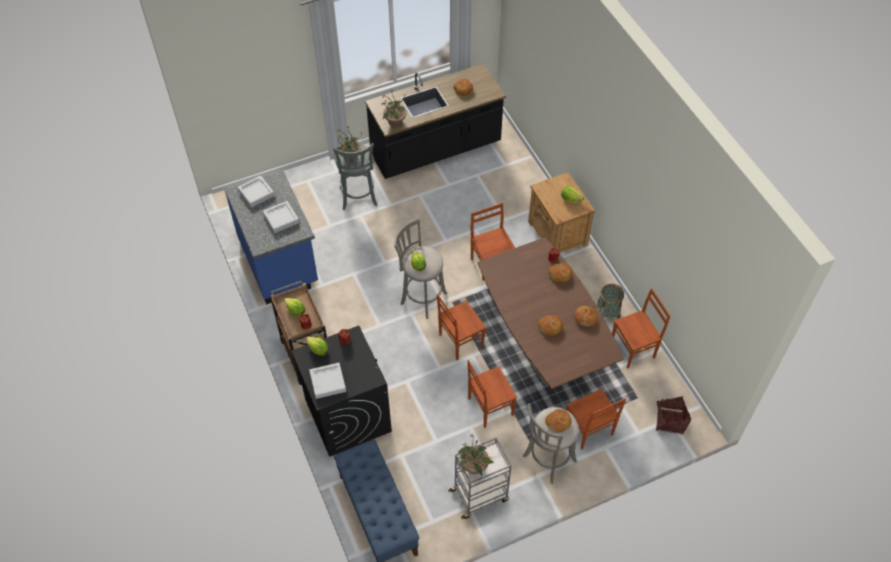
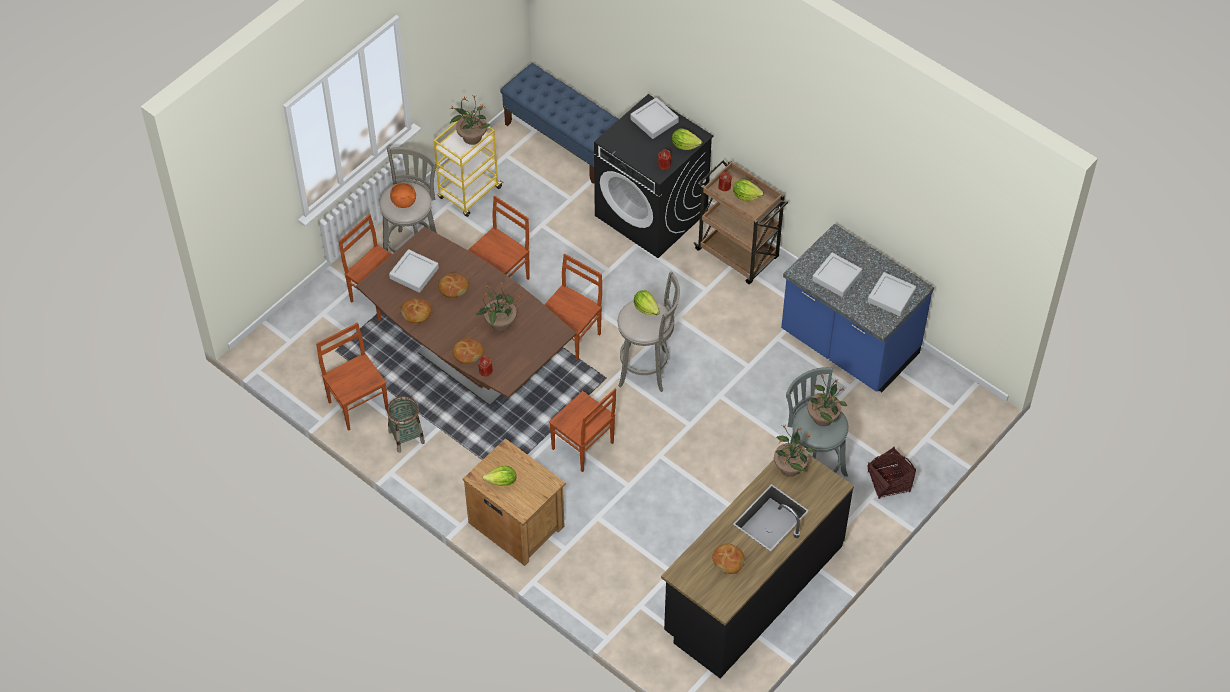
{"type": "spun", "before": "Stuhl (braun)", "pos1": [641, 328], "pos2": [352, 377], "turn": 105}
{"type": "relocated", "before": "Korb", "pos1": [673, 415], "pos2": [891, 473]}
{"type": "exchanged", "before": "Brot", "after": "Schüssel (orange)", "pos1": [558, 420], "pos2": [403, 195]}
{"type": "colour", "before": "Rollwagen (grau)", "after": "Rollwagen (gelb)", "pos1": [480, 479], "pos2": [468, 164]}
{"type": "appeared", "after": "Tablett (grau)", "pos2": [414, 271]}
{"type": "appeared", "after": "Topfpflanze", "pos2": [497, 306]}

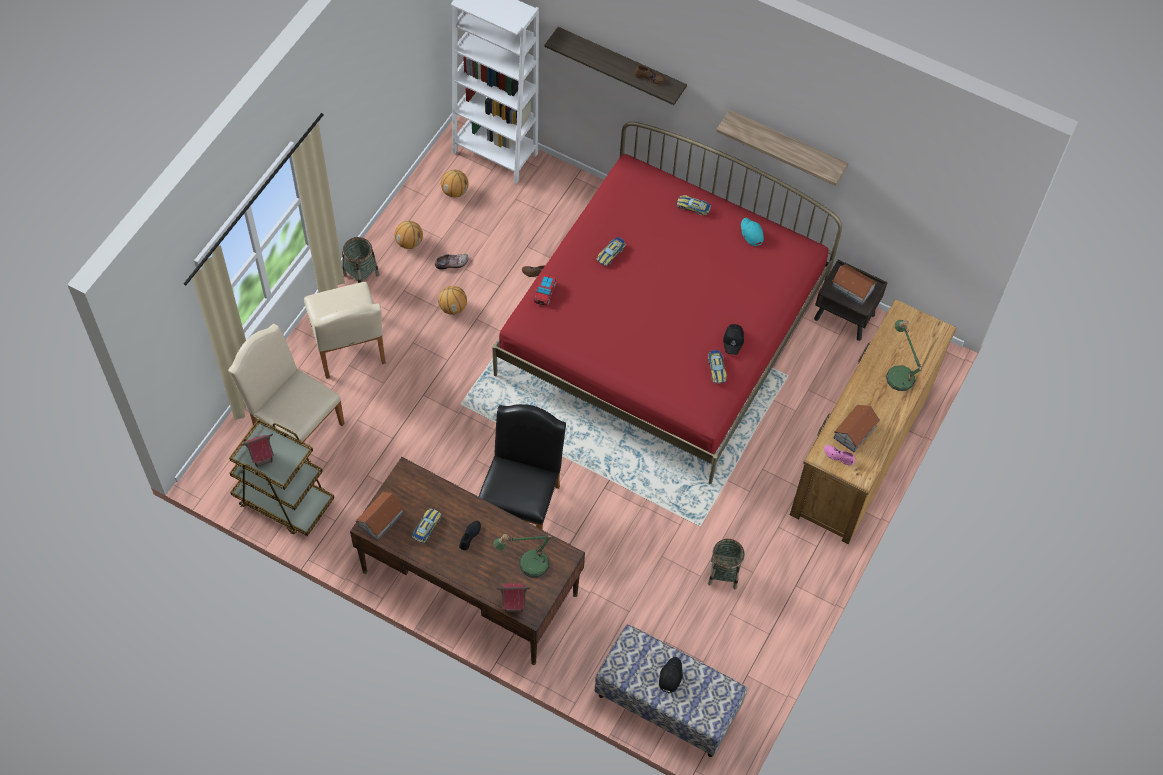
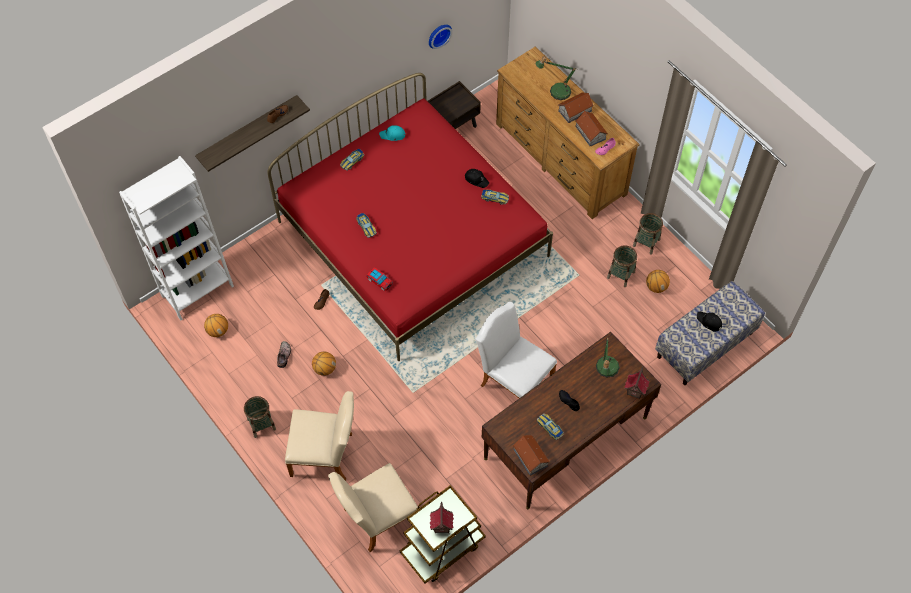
{"type": "missing", "before": "Wandregal", "pos1": [782, 148]}
{"type": "relocated", "before": "Basketball", "pos1": [409, 235], "pos2": [658, 281]}
{"type": "relocated", "before": "Spielzeughaus", "pos1": [854, 284], "pos2": [576, 107]}
{"type": "colour", "before": "Stuhl (schwarz)", "after": "Stuhl (weiß)", "pos1": [522, 467], "pos2": [516, 349]}
{"type": "appeared", "after": "Wanduhr", "pos2": [440, 37]}
{"type": "appeared", "after": "Korb", "pos2": [648, 234]}

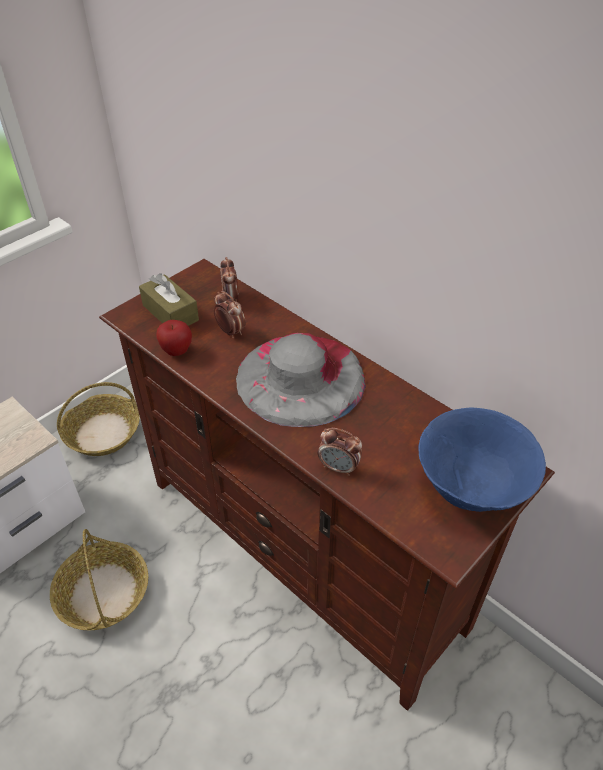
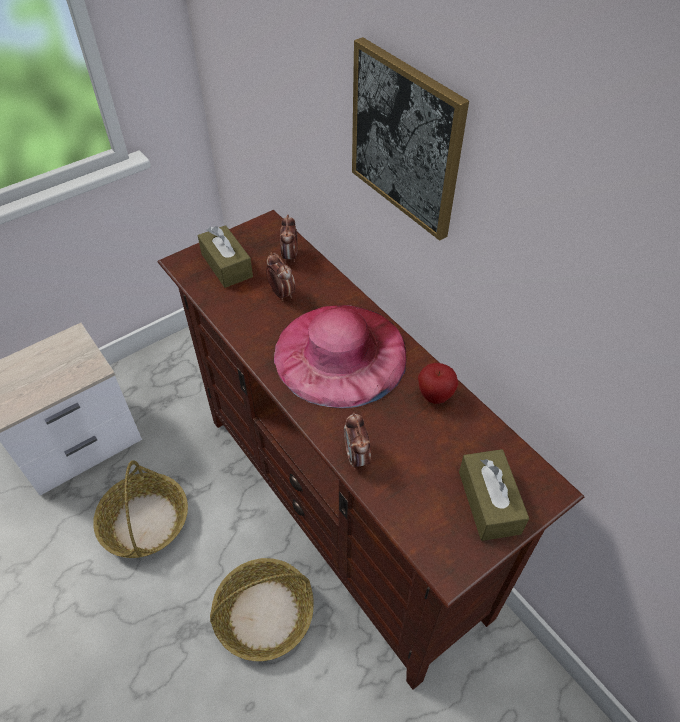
{"type": "relocated", "before": "Apfel", "pos1": [174, 338], "pos2": [438, 383]}
{"type": "colour", "before": "Hut (grau)", "after": "Hut (rosa)", "pos1": [301, 380], "pos2": [340, 356]}
{"type": "relocated", "before": "Korb", "pos1": [98, 419], "pos2": [261, 609]}
{"type": "exchanged", "before": "Schüssel (blau)", "after": "Taschentuchbox (braun)", "pos1": [482, 459], "pos2": [494, 495]}
{"type": "spun", "before": "Wecker", "pos1": [340, 452], "pos2": [357, 441], "turn": 45}
{"type": "appeared", "after": "Bild", "pos2": [410, 139]}

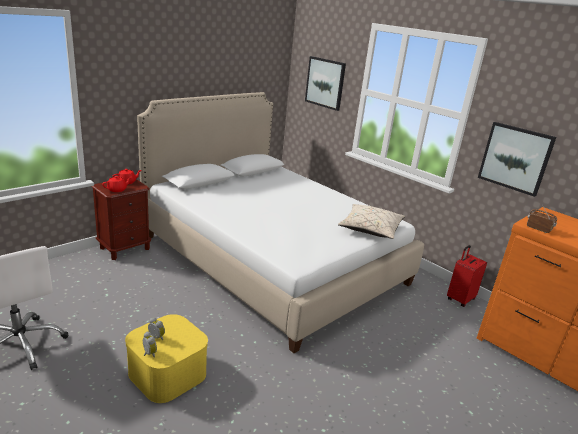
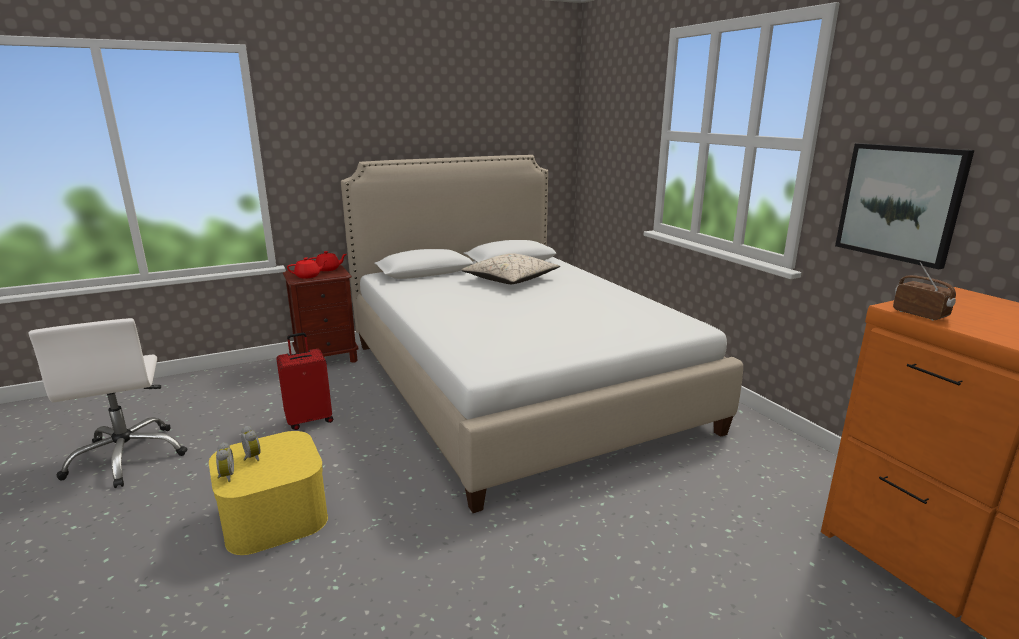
{"type": "missing", "before": "Bild", "pos1": [325, 83]}
{"type": "relocated", "before": "Kissen (beige)", "pos1": [371, 221], "pos2": [510, 268]}
{"type": "relocated", "before": "Koffer (rot)", "pos1": [467, 276], "pos2": [304, 381]}

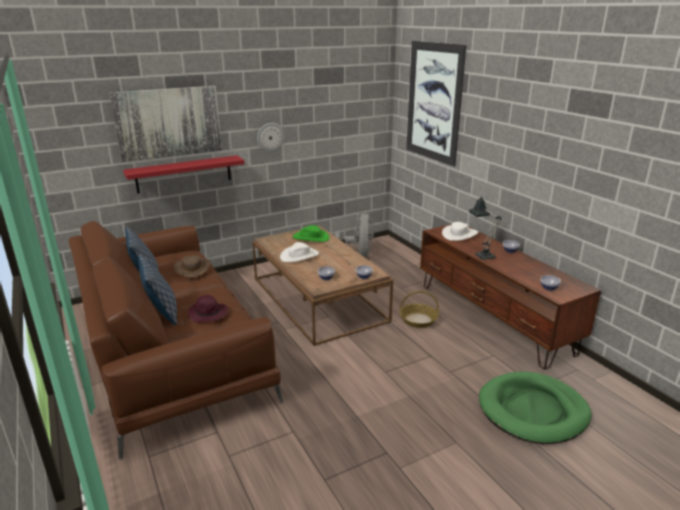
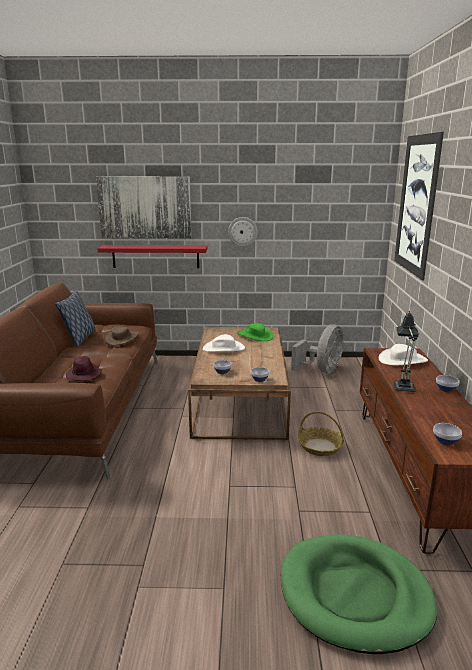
{"type": "missing", "before": "Kissen", "pos1": [157, 290]}

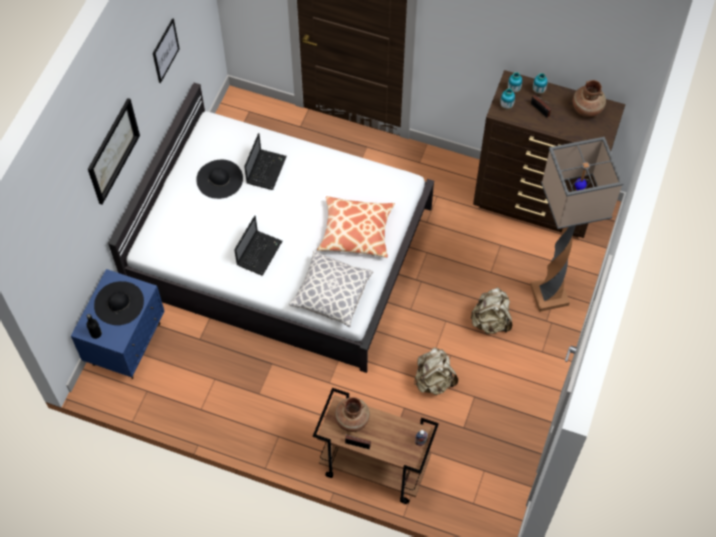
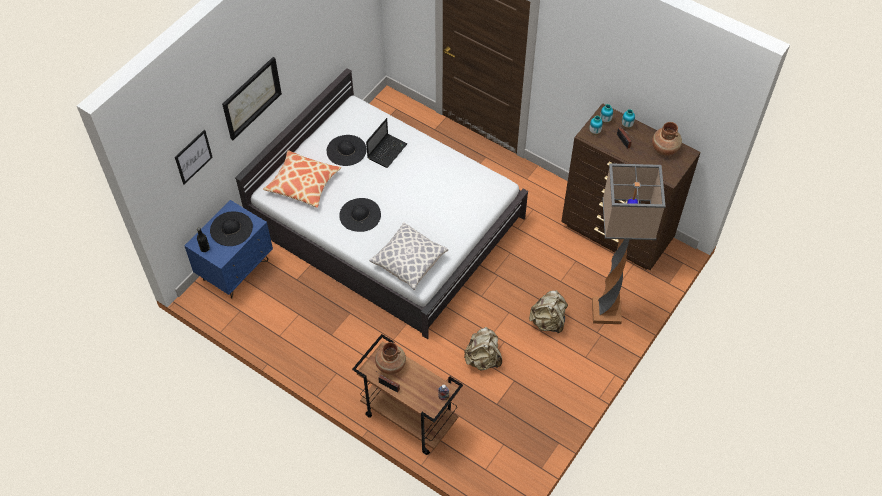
{"type": "relocated", "before": "Bild", "pos1": [166, 50], "pos2": [194, 157]}
{"type": "relocated", "before": "Kissen", "pos1": [356, 227], "pos2": [302, 179]}
{"type": "exchanged", "before": "Laptop", "after": "Hut (schwarz)", "pos1": [258, 245], "pos2": [360, 215]}

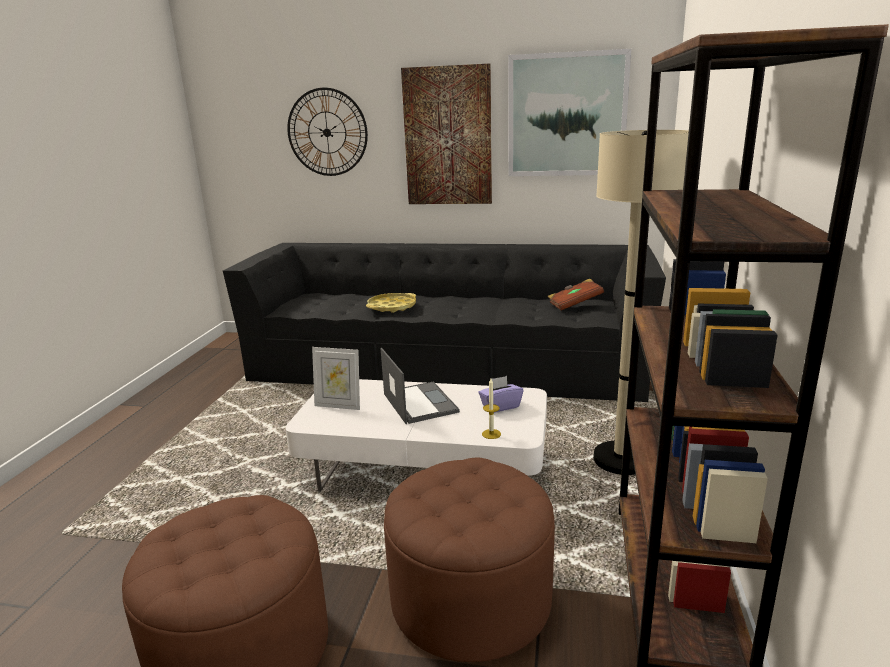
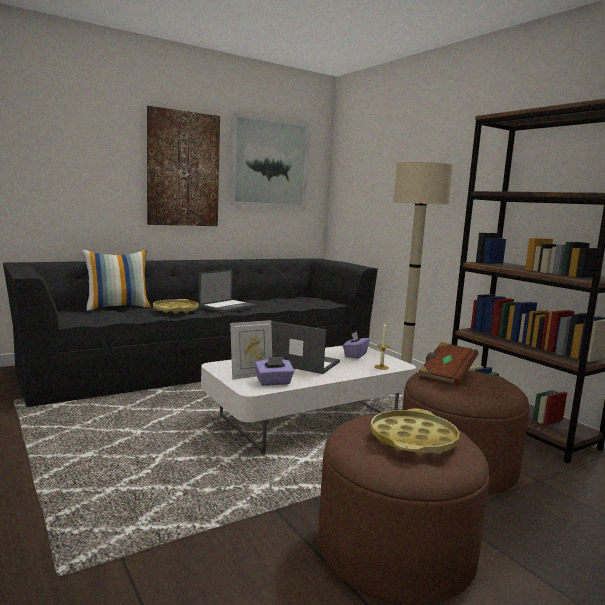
{"type": "missing", "before": "Wanduhr", "pos1": [327, 132]}
{"type": "relocated", "before": "Buch (braun)", "pos1": [576, 294], "pos2": [448, 364]}
{"type": "appeared", "after": "Kissen", "pos2": [116, 280]}
{"type": "appeared", "after": "Laptop", "pos2": [228, 291]}
{"type": "appeared", "after": "Taschentuchbox (lila)", "pos2": [274, 371]}
{"type": "appeared", "after": "Tablett (gelb)", "pos2": [415, 431]}

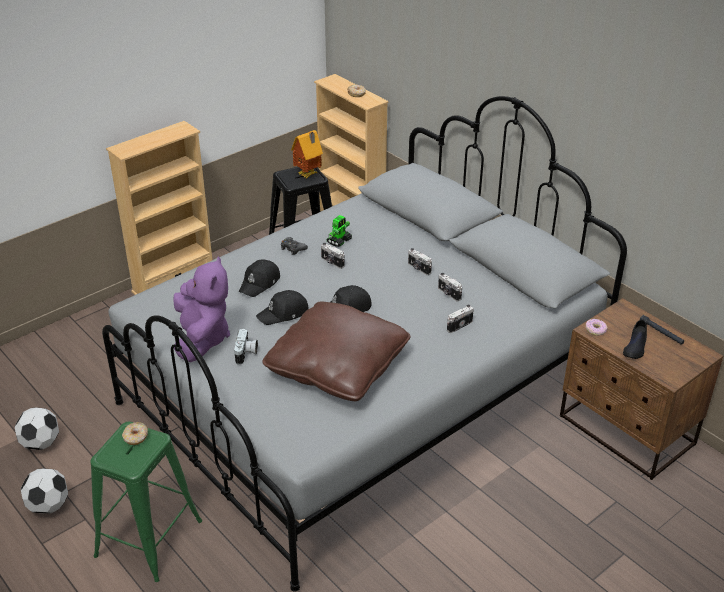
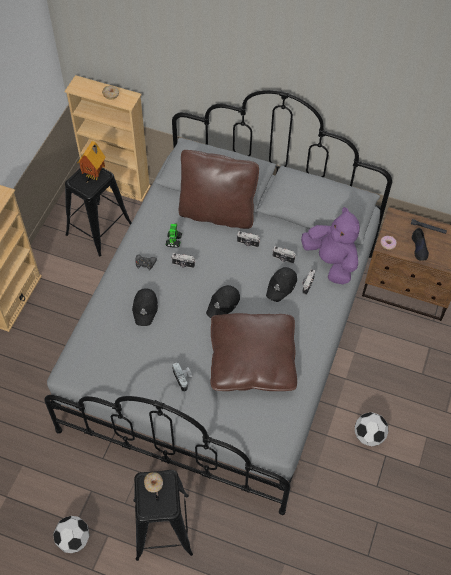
{"type": "relocated", "before": "Plüschtier (lila)", "pos1": [201, 309], "pos2": [330, 245]}
{"type": "relocated", "before": "Kappe (schwarz)", "pos1": [282, 307], "pos2": [281, 284]}
{"type": "relocated", "before": "Fußball", "pos1": [37, 428], "pos2": [371, 429]}
{"type": "colour", "before": "Hocker (grün)", "after": "Hocker (schwarz)", "pos1": [146, 502], "pos2": [163, 515]}
{"type": "appeared", "after": "Kissen (braun)", "pos2": [219, 189]}

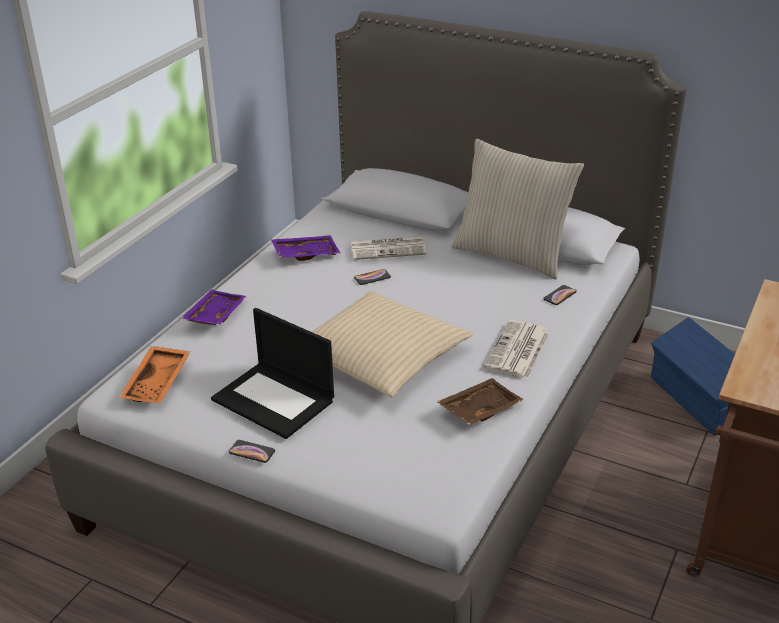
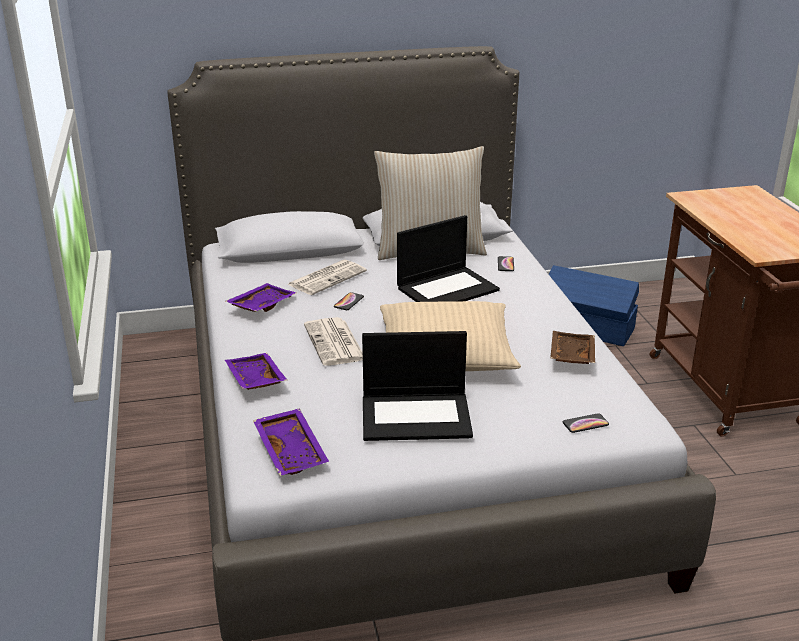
{"type": "relocated", "before": "Zeitung", "pos1": [517, 349], "pos2": [333, 341]}
{"type": "colour", "before": "Tablett (orange)", "after": "Tablett (lila)", "pos1": [154, 374], "pos2": [291, 442]}
{"type": "relocated", "before": "Handy", "pos1": [252, 451], "pos2": [586, 423]}
{"type": "appeared", "after": "Laptop", "pos2": [448, 258]}

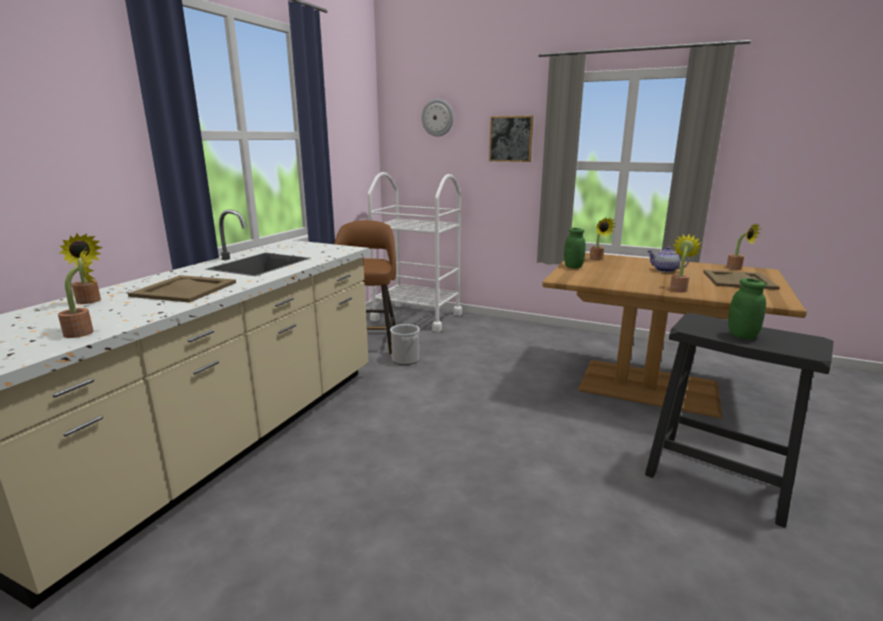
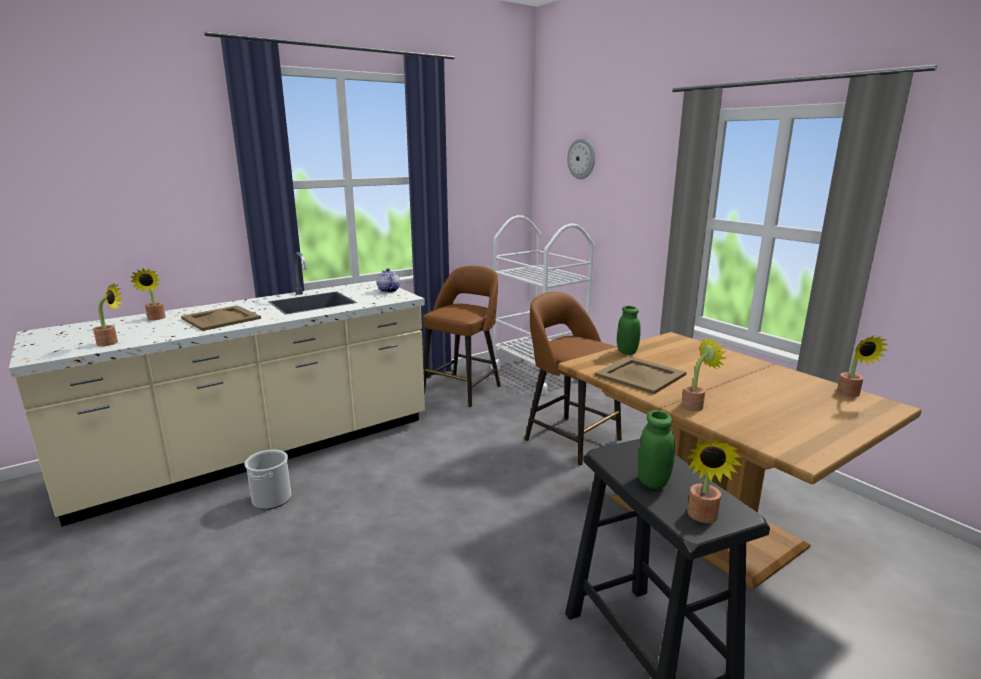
{"type": "missing", "before": "Bild", "pos1": [511, 139]}
{"type": "relocated", "before": "Topfpflanze", "pos1": [602, 238], "pos2": [714, 481]}
{"type": "relocated", "before": "Teekanne", "pos1": [668, 259], "pos2": [388, 280]}
{"type": "relocated", "before": "Tablett (beige)", "pos1": [741, 280], "pos2": [641, 375]}
{"type": "relocated", "before": "Eimer", "pos1": [405, 344], "pos2": [267, 480]}
{"type": "appeared", "after": "Hocker (braun)", "pos2": [573, 379]}

